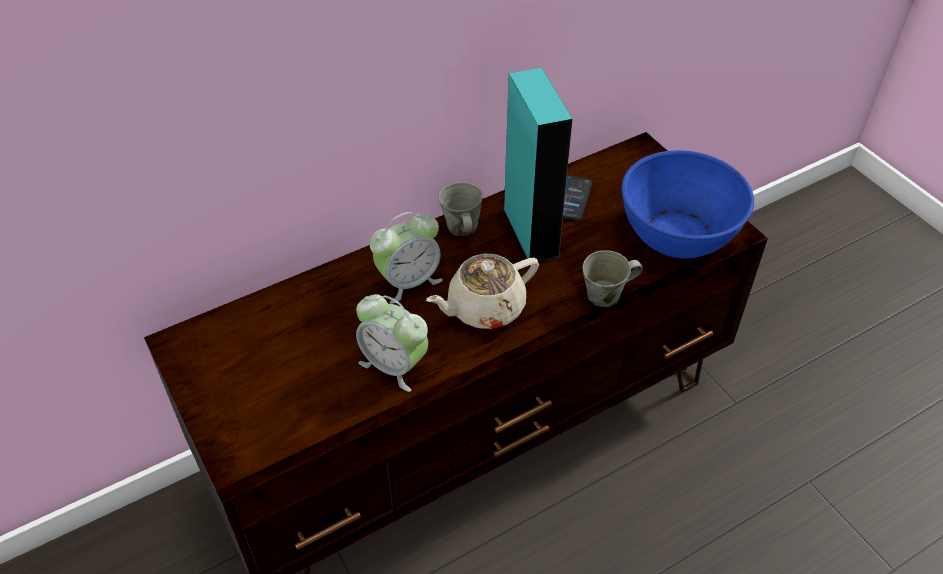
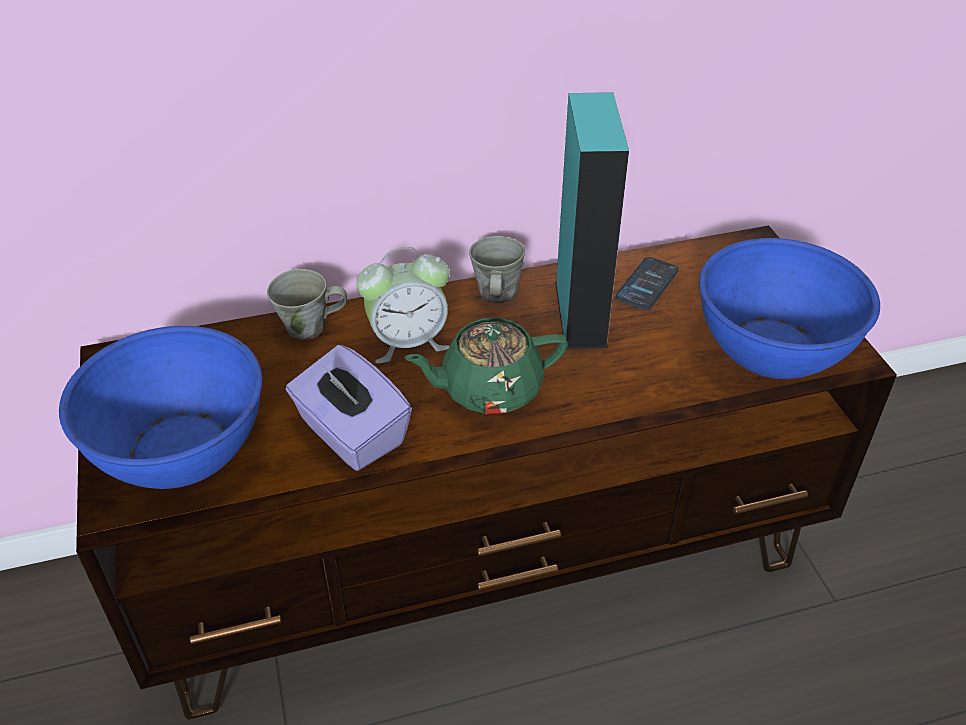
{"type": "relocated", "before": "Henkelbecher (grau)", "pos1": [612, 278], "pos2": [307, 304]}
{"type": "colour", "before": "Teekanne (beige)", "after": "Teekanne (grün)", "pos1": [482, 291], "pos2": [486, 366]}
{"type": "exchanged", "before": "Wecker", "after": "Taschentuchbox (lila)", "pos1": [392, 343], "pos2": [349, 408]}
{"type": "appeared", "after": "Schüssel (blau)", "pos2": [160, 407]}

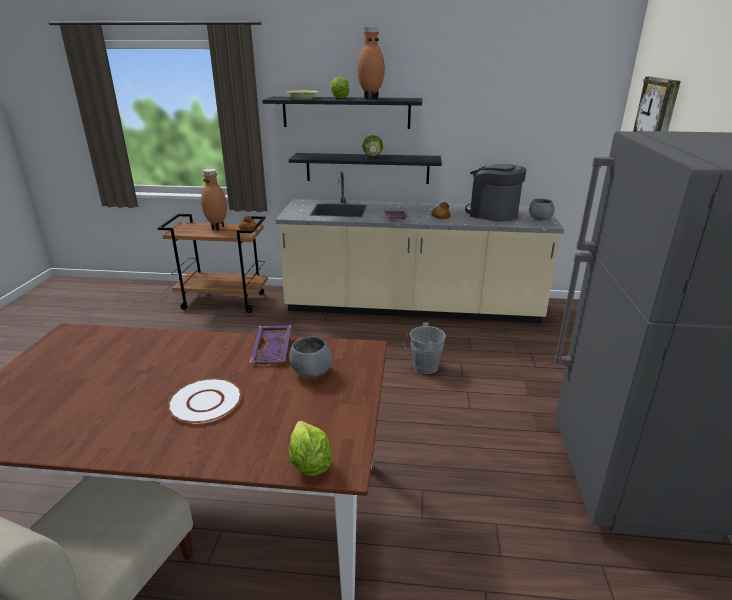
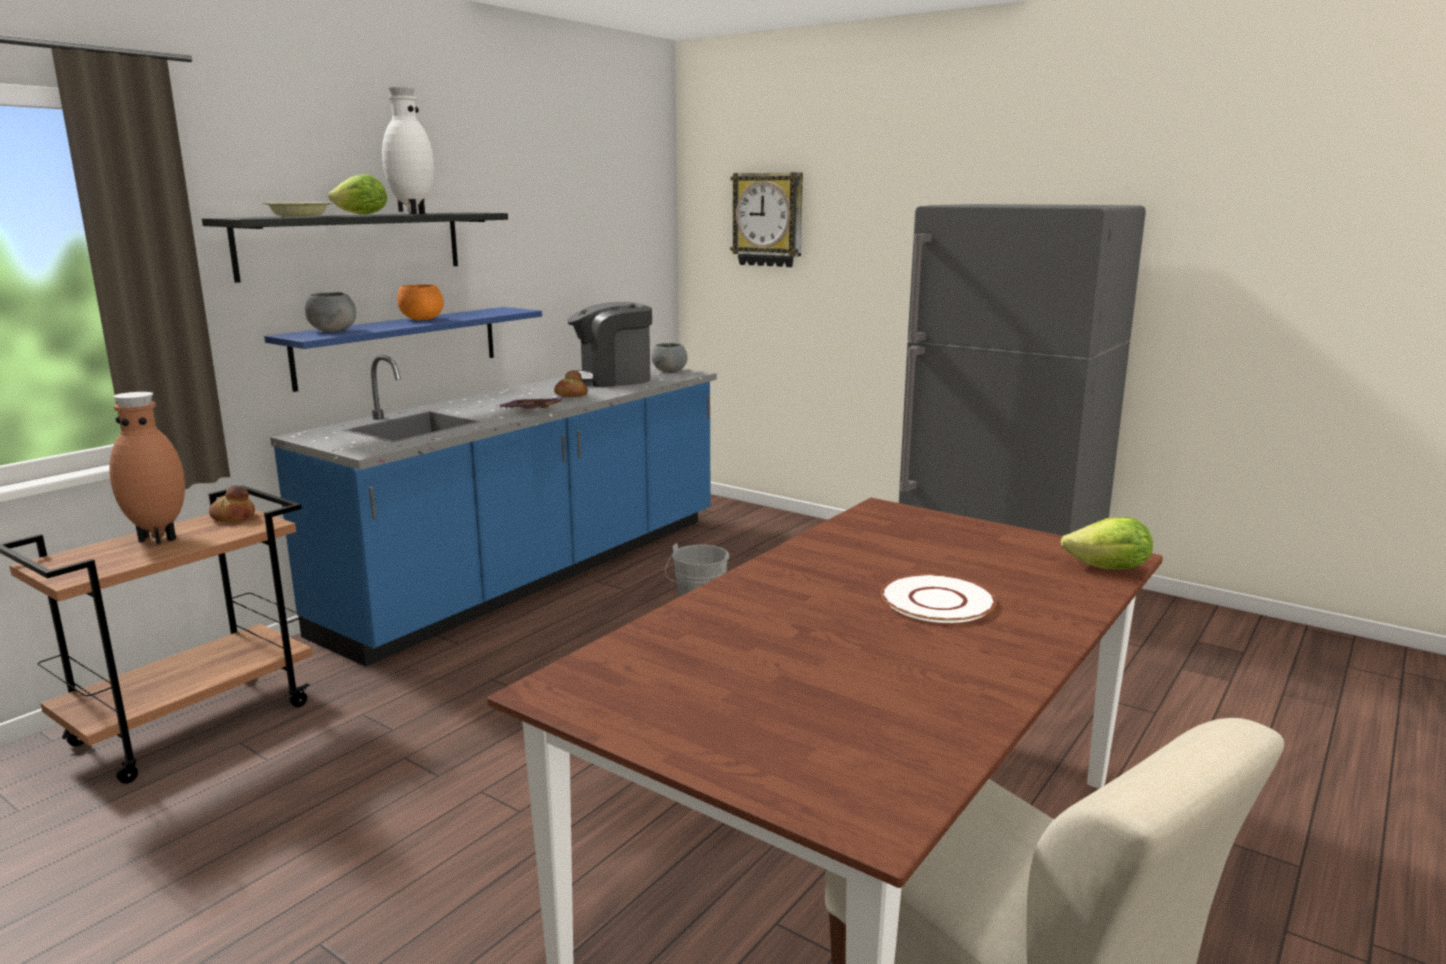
{"type": "colour", "before": "Vase (braun)", "after": "Vase (weiß)", "pos1": [371, 63], "pos2": [408, 150]}
{"type": "exchanged", "before": "Salatkopf", "after": "Schüssel (orange)", "pos1": [372, 146], "pos2": [420, 302]}
{"type": "colour", "before": "Wandregal (schwarz)", "after": "Wandregal (blau)", "pos1": [365, 168], "pos2": [403, 349]}
{"type": "colour", "before": "Küchenzeile (beige)", "after": "Küchenzeile (blau)", "pos1": [419, 247], "pos2": [493, 511]}
{"type": "missing", "before": "Tablett (lila)", "pos1": [270, 344]}
{"type": "relocated", "before": "Schüssel (grau)", "pos1": [310, 356], "pos2": [330, 312]}

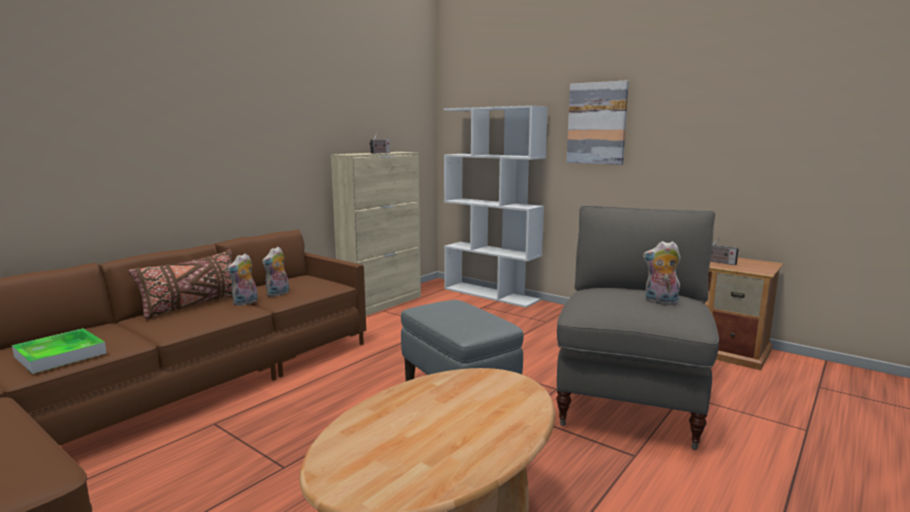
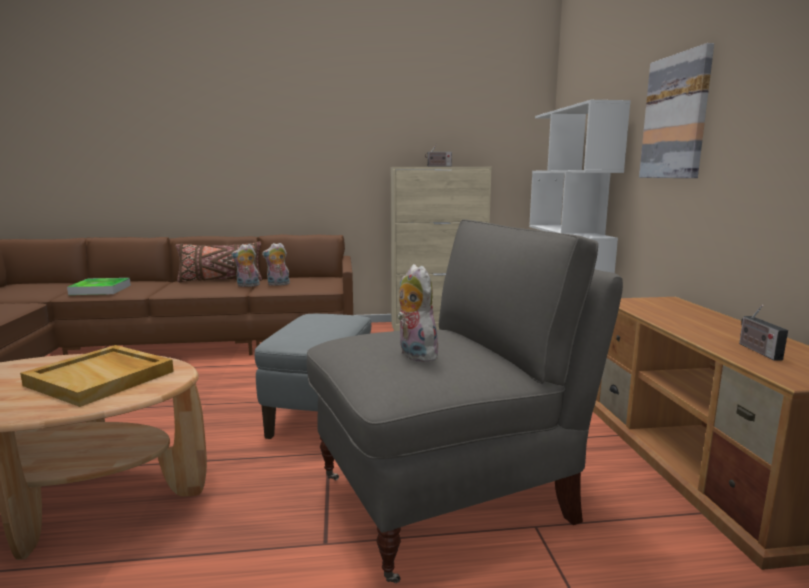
{"type": "appeared", "after": "Tablett (beige)", "pos2": [97, 376]}

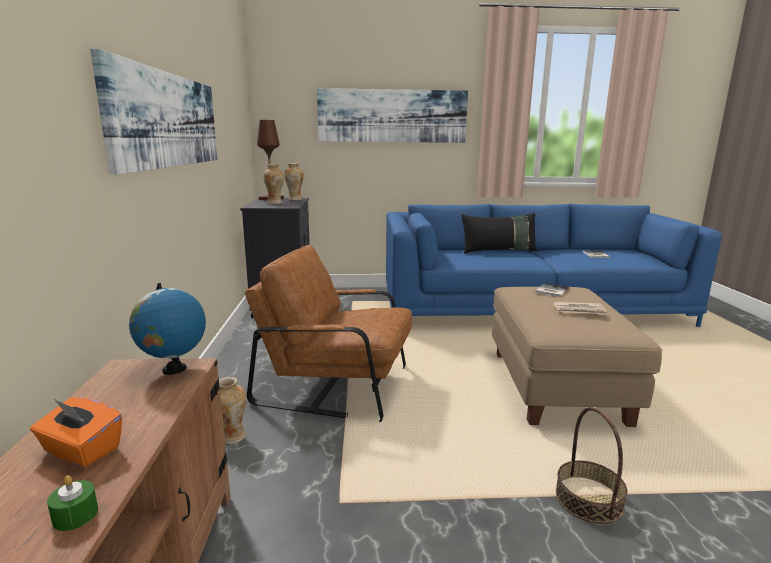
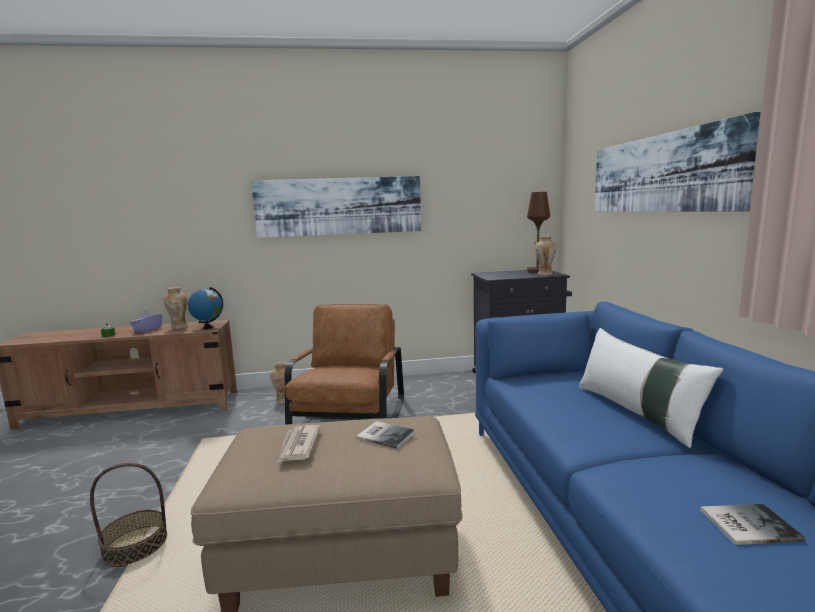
{"type": "relocated", "before": "Vase", "pos1": [273, 184], "pos2": [176, 308]}
{"type": "colour", "before": "Kissen (schwarz)", "after": "Kissen (weiß)", "pos1": [499, 233], "pos2": [651, 388]}
{"type": "colour", "before": "Taschentuchbox (orange)", "after": "Taschentuchbox (lila)", "pos1": [76, 432], "pos2": [146, 320]}

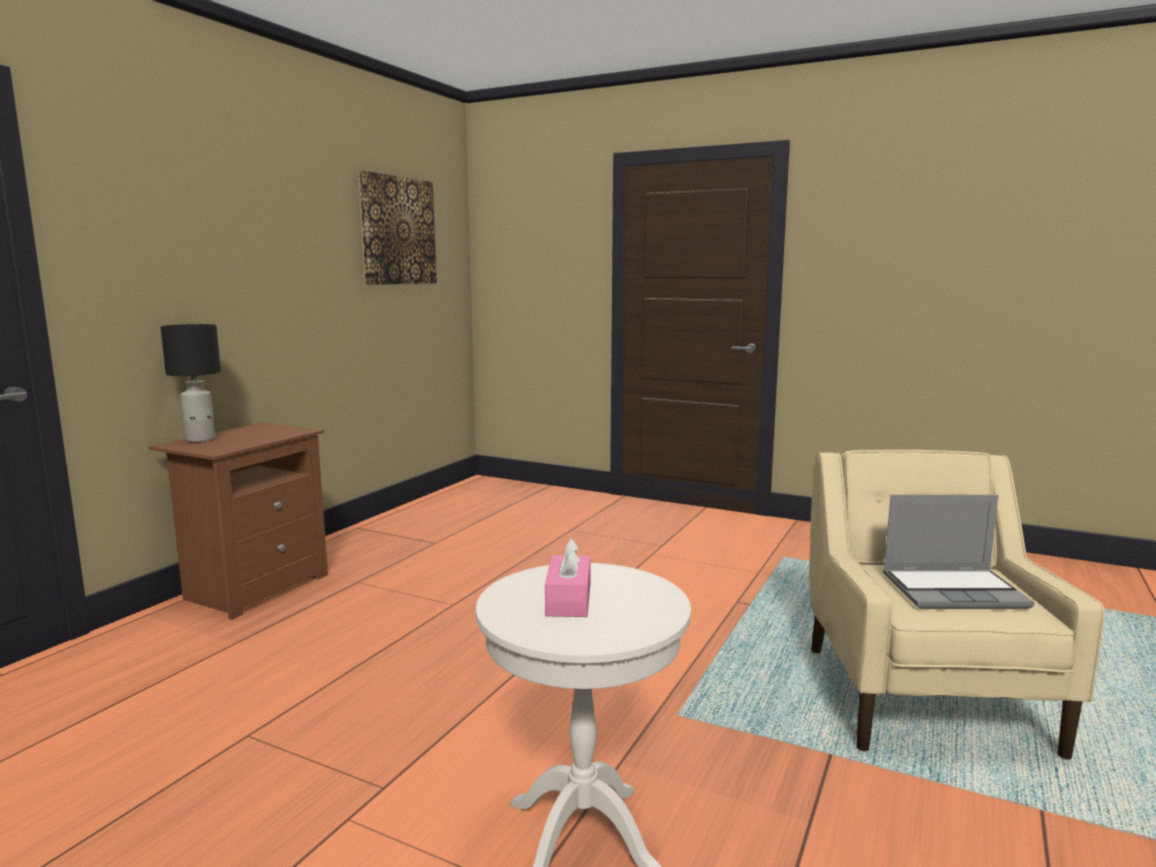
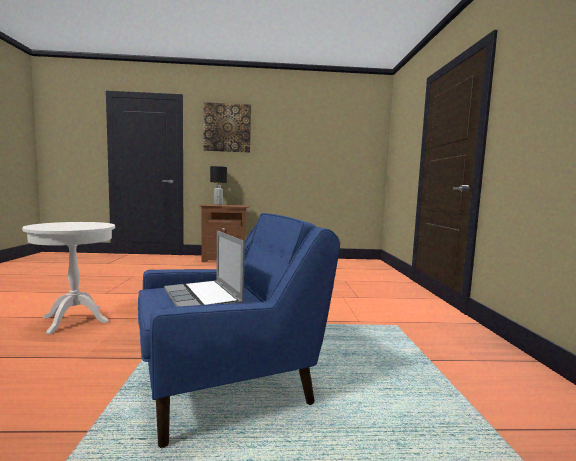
{"type": "relocated", "before": "Bild", "pos1": [397, 228], "pos2": [227, 127]}
{"type": "colour", "before": "Sessel (beige)", "after": "Sessel (blau)", "pos1": [957, 605], "pos2": [239, 330]}
{"type": "missing", "before": "Taschentuchbox (rosa)", "pos1": [567, 577]}

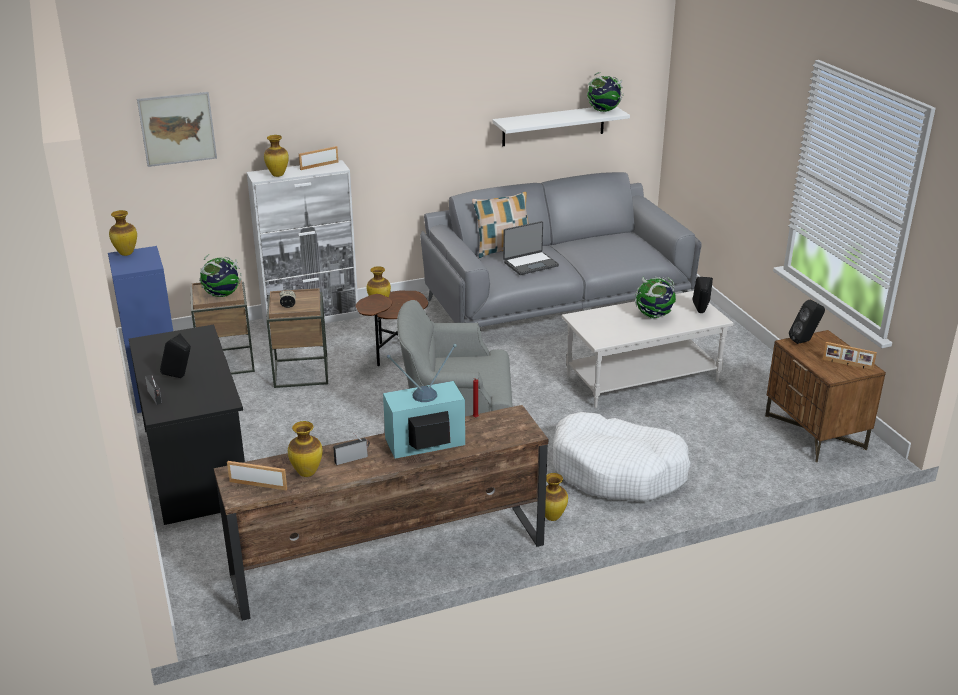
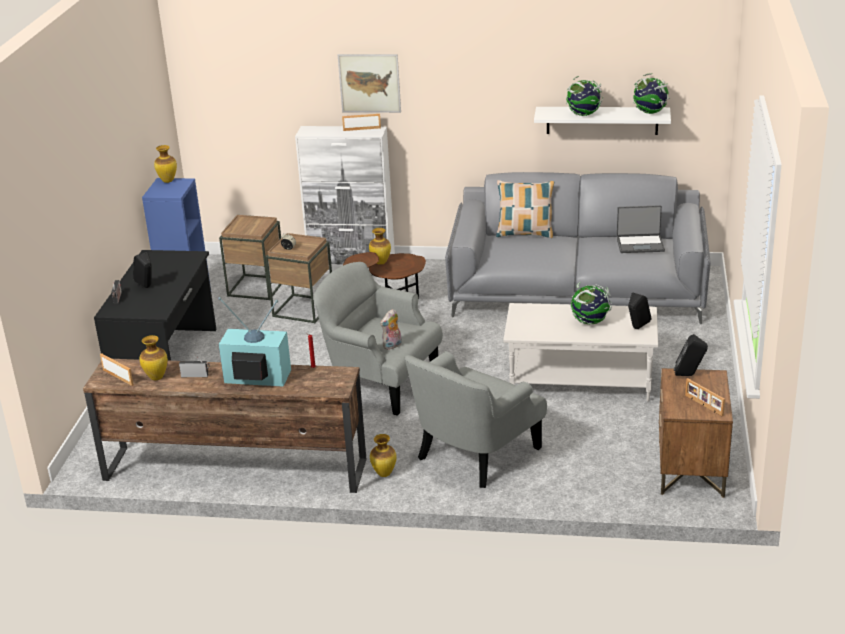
{"type": "relocated", "before": "Bild", "pos1": [177, 129], "pos2": [369, 83]}
{"type": "missing", "before": "Vase", "pos1": [276, 156]}
{"type": "relocated", "before": "Laptop", "pos1": [531, 248], "pos2": [641, 229]}
{"type": "relocated", "before": "Globus", "pos1": [220, 275], "pos2": [584, 96]}
{"type": "exchanged", "before": "Hundebett (weiß)", "after": "Sessel (grau)", "pos1": [622, 457], "pos2": [475, 419]}
{"type": "appeared", "after": "Plüschtier", "pos2": [391, 329]}

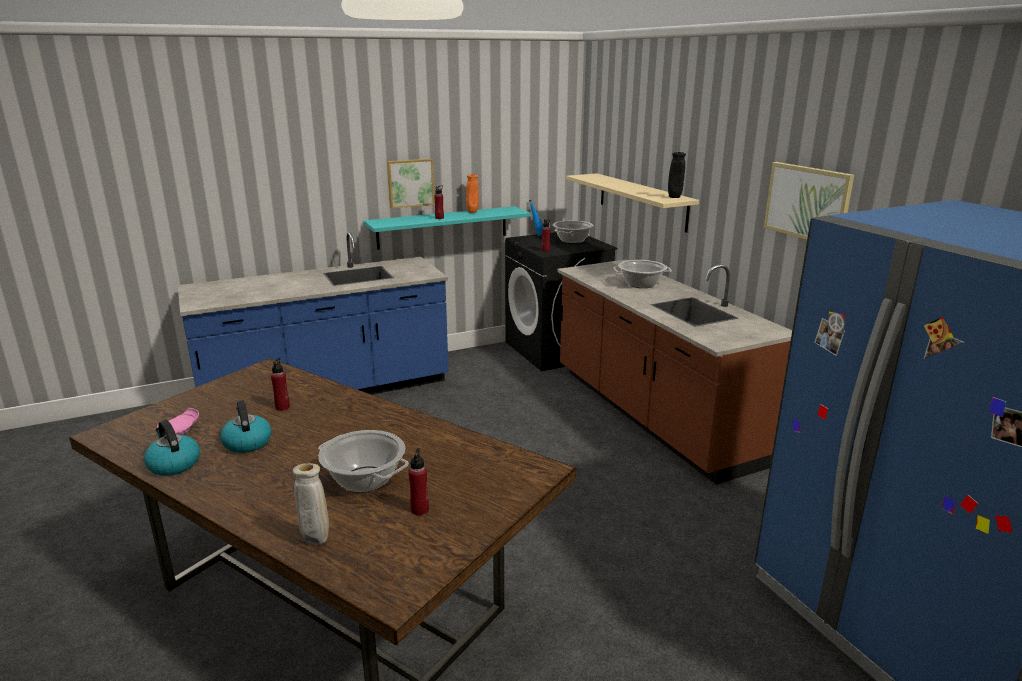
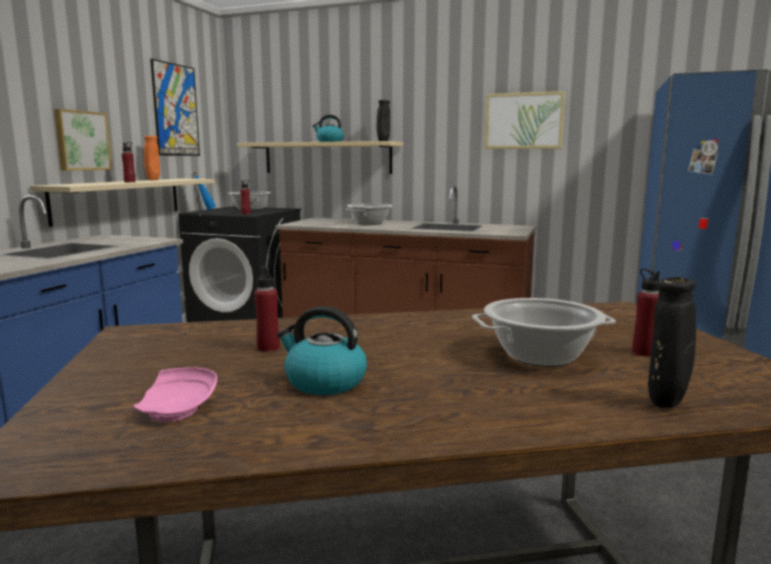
{"type": "colour", "before": "Wandregal (türkis)", "after": "Wandregal (beige)", "pos1": [447, 228], "pos2": [122, 203]}
{"type": "relocated", "before": "Wasserkessel", "pos1": [172, 448], "pos2": [328, 128]}
{"type": "colour", "before": "Vase (beige)", "after": "Vase (schwarz)", "pos1": [311, 504], "pos2": [672, 342]}
{"type": "appeared", "after": "Bild", "pos2": [175, 107]}

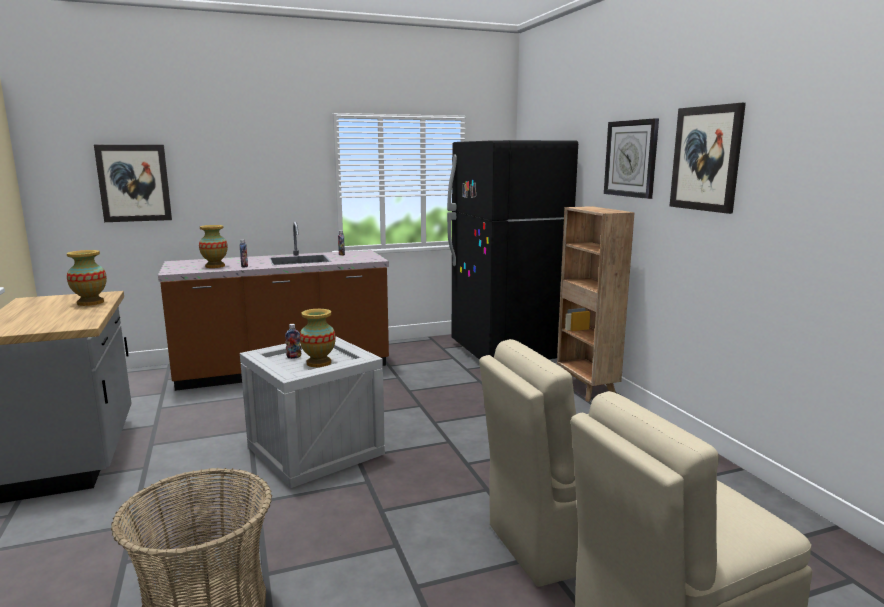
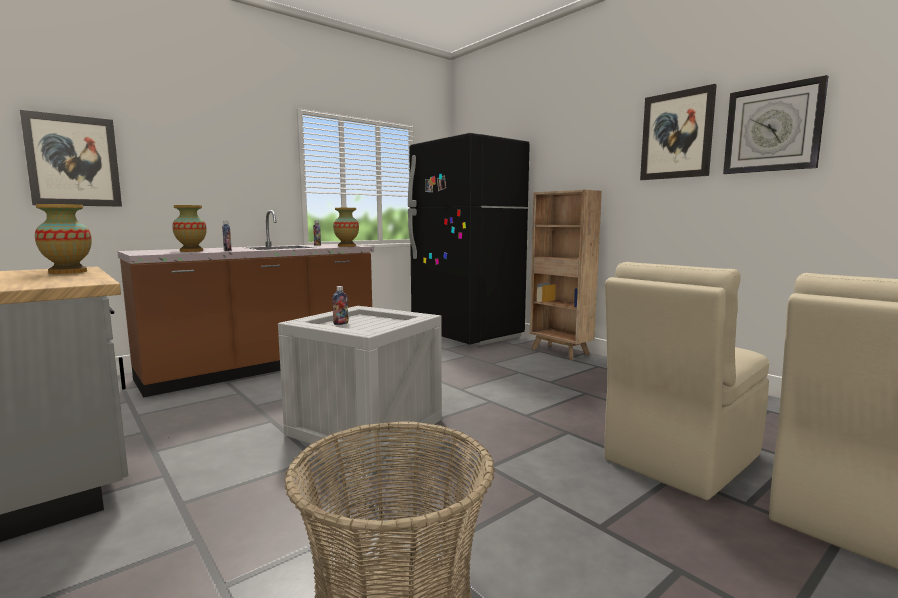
{"type": "relocated", "before": "Wanduhr", "pos1": [631, 158], "pos2": [775, 124]}
{"type": "relocated", "before": "Vase", "pos1": [318, 338], "pos2": [346, 227]}

